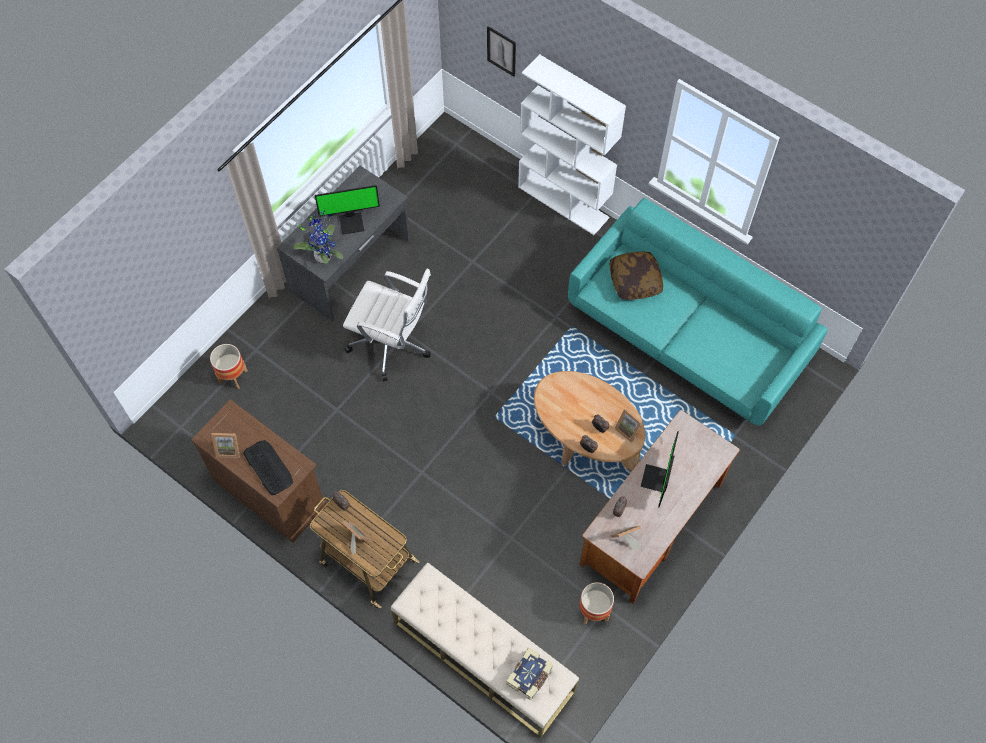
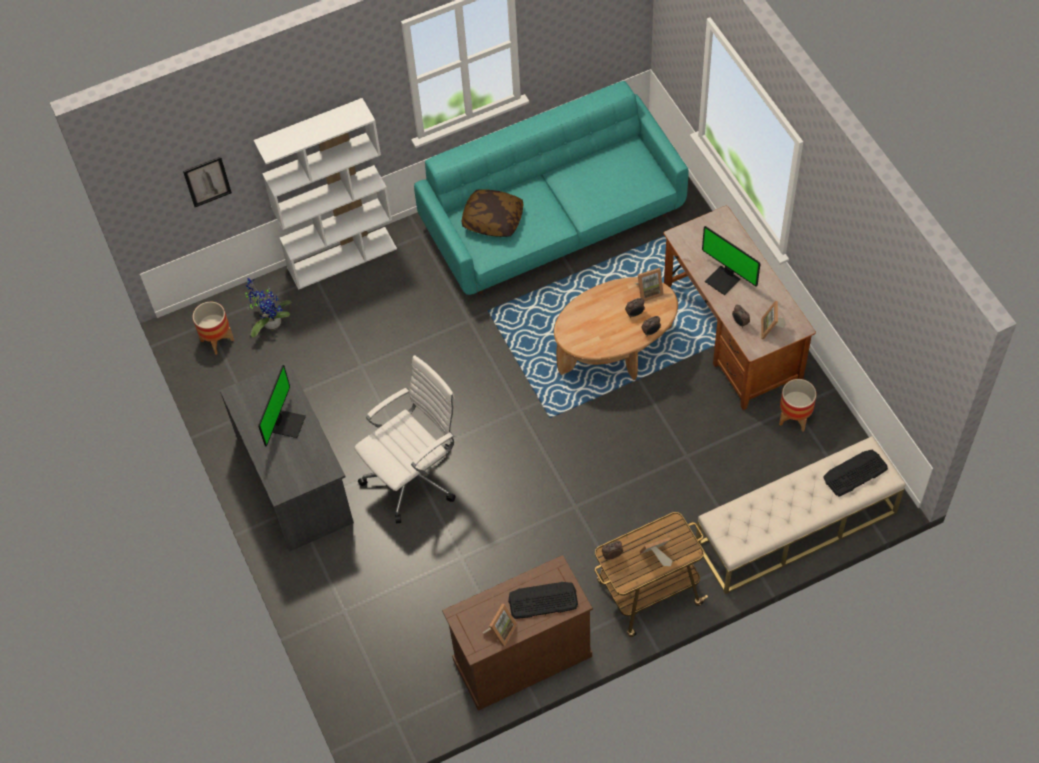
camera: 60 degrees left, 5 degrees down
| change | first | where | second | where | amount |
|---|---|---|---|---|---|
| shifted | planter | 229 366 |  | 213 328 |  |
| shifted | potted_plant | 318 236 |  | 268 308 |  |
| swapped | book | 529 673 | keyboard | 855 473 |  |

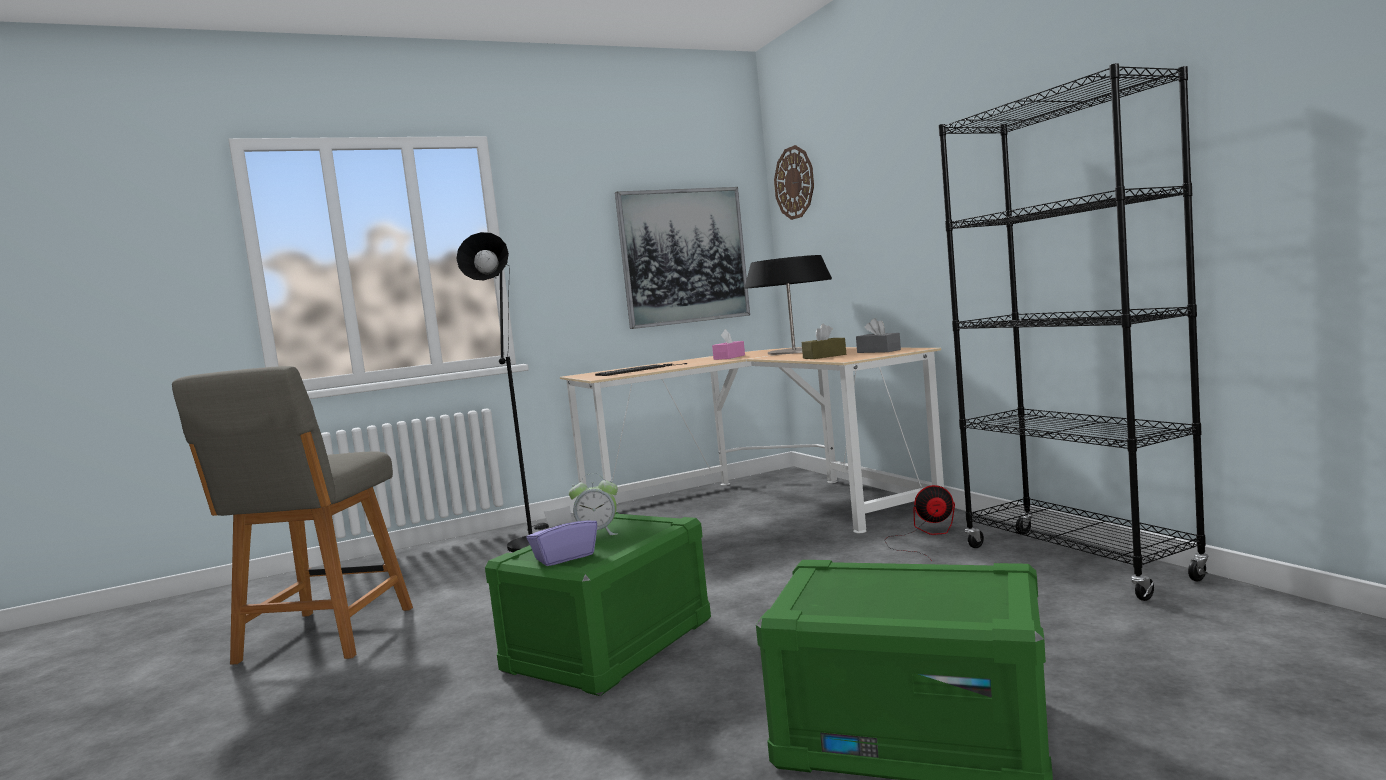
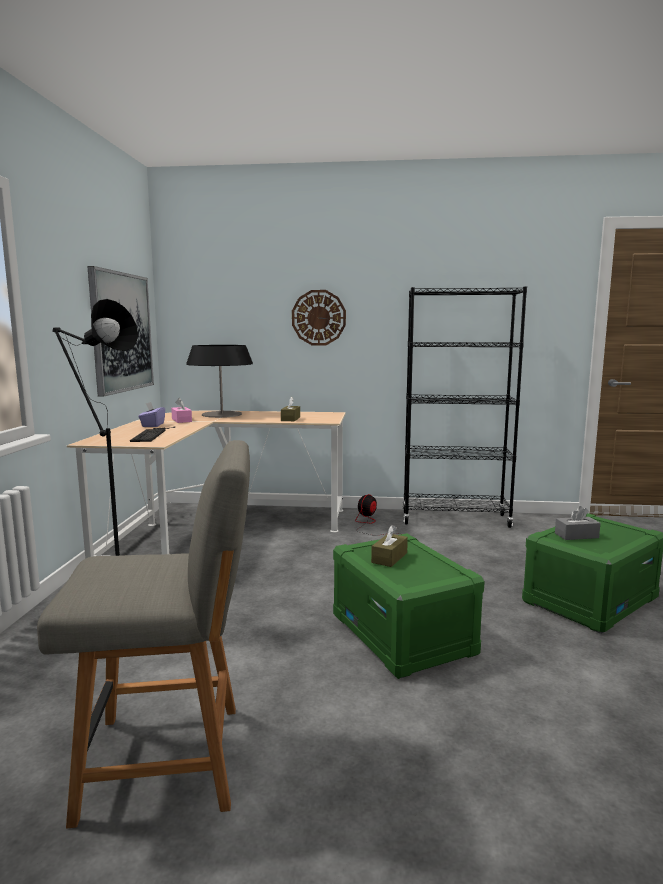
camera: 60 degrees left, 5 degrees up
| change | first | where | second | where | amount |
|---|---|---|---|---|---|
| rotated | grey_chair | 292 515 |  | 143 634 | 45 degrees counterclockwise |
| shifted | purple_tissue_box | 562 536 |  | 152 414 |  |
| shifted | wall_clock | 794 182 |  | 319 317 |  |
| swapped | alarm_clock | 593 504 | brown_tissue_box | 389 546 |  |
| shifted | grey_tissue_box | 878 335 |  | 578 523 |  |

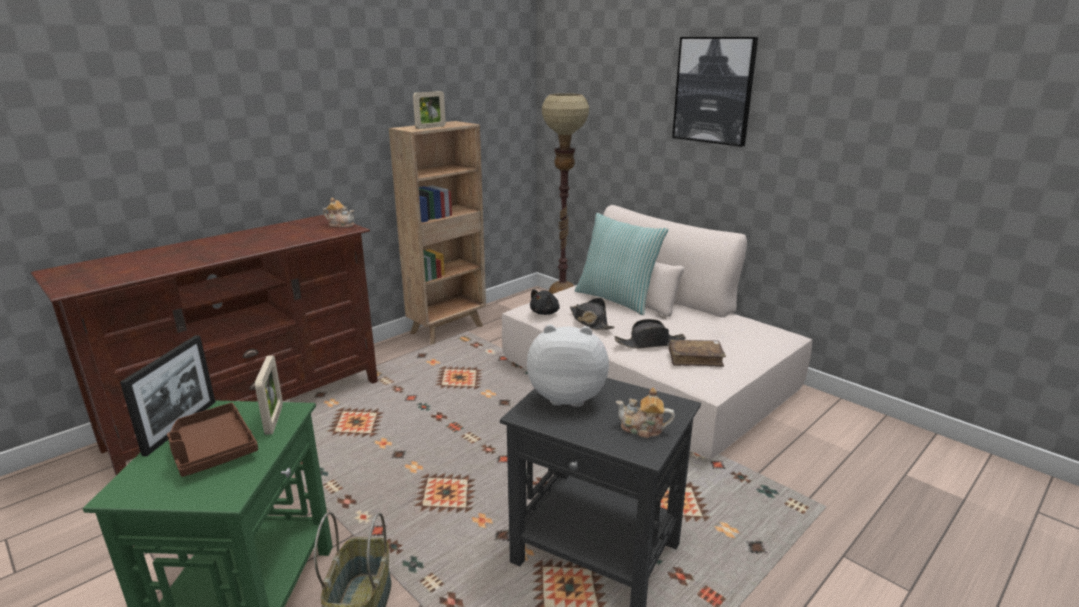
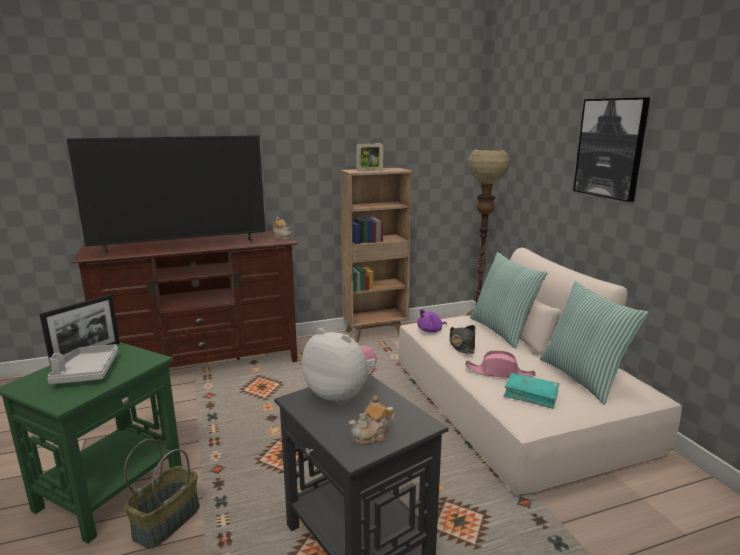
camera: 25 degrees right, 5 degrees down
| change | first | where | second | where | amount |
|---|---|---|---|---|---|
| repainted | brown_tray | 212 440 | grey_tray | 82 364 |  |
| new |  |  | television | 166 196 |  |
| rotated | teapot | 645 413 |  | 372 420 | 75 degrees counterclockwise |
| repainted | black_plush_toy | 545 302 | purple_plush_toy | 432 321 |  |
| repainted | black_hat | 650 334 | pink_hat | 500 364 |  |
| repainted | brown_book | 697 353 | turquoise_book | 531 391 |  |
| new |  |  | pillow | 594 342 |  |
| gone | picture_frame | 269 395 |  |  |  |

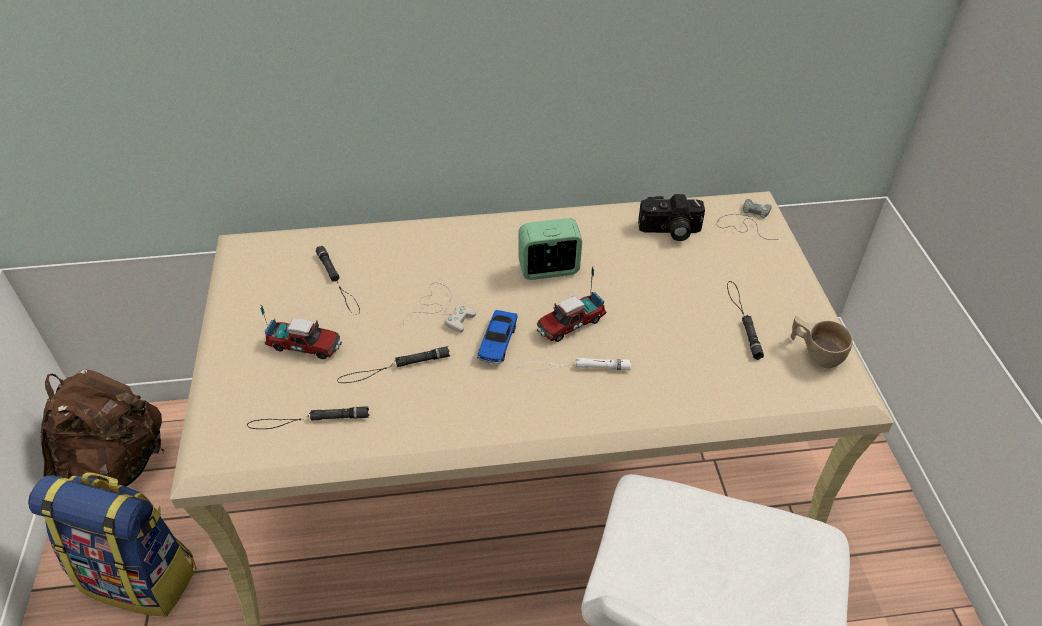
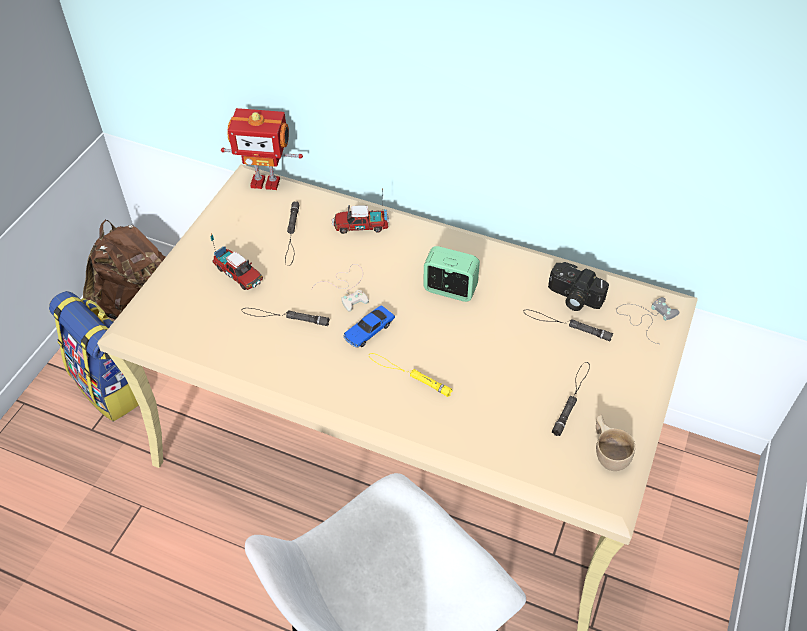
camera: 30 degrees right, 5 degrees up
| change | first | where | second | where | amount |
|---|---|---|---|---|---|
| new |  |  | toy_robot | 262 149 |  |
| shifted | toy_truck | 572 304 |  | 360 211 |  |
| repainted | white_flashlight | 573 364 | yellow_flashlight | 411 375 |  |
| shifted | black_flashlight | 308 417 |  | 568 325 |  |

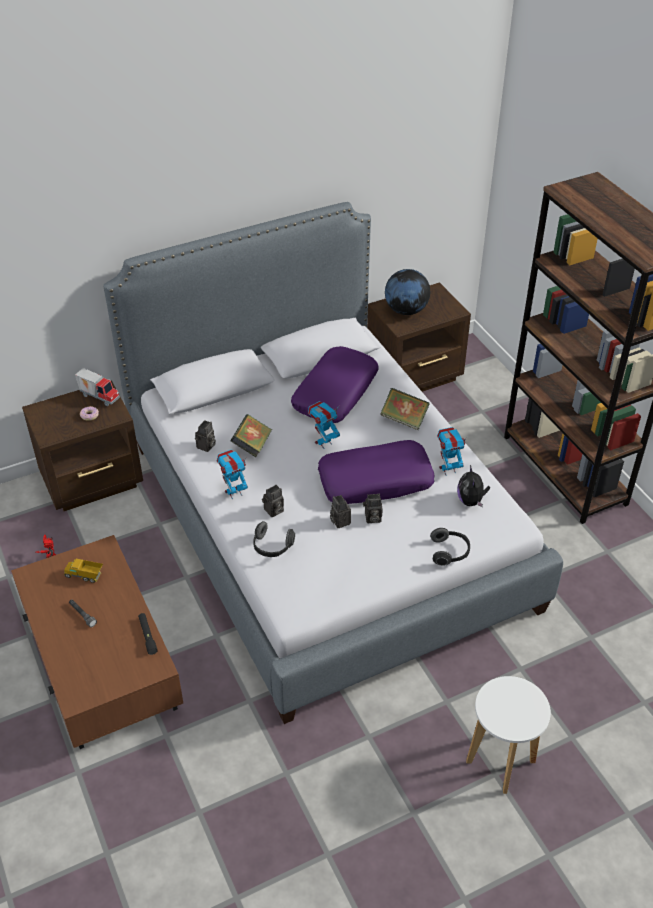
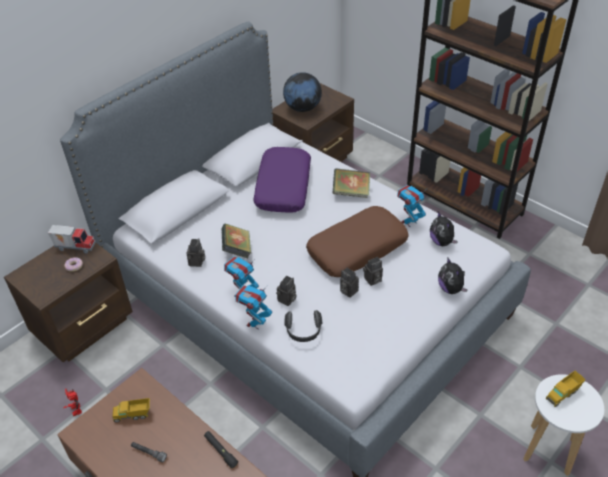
camera: 20 degrees left, 0 degrees up
| change | first | where | second | where | amount |
|---|---|---|---|---|---|
| shifted | toy_robot | 324 425 |  | 253 307 |  |
| repainted | purple_pillow | 376 472 | brown_pillow | 357 241 |  |
| swapped | headphones | 450 547 | plush_toy | 453 275 |  |
| new |  |  | toy_truck | 566 389 |  |

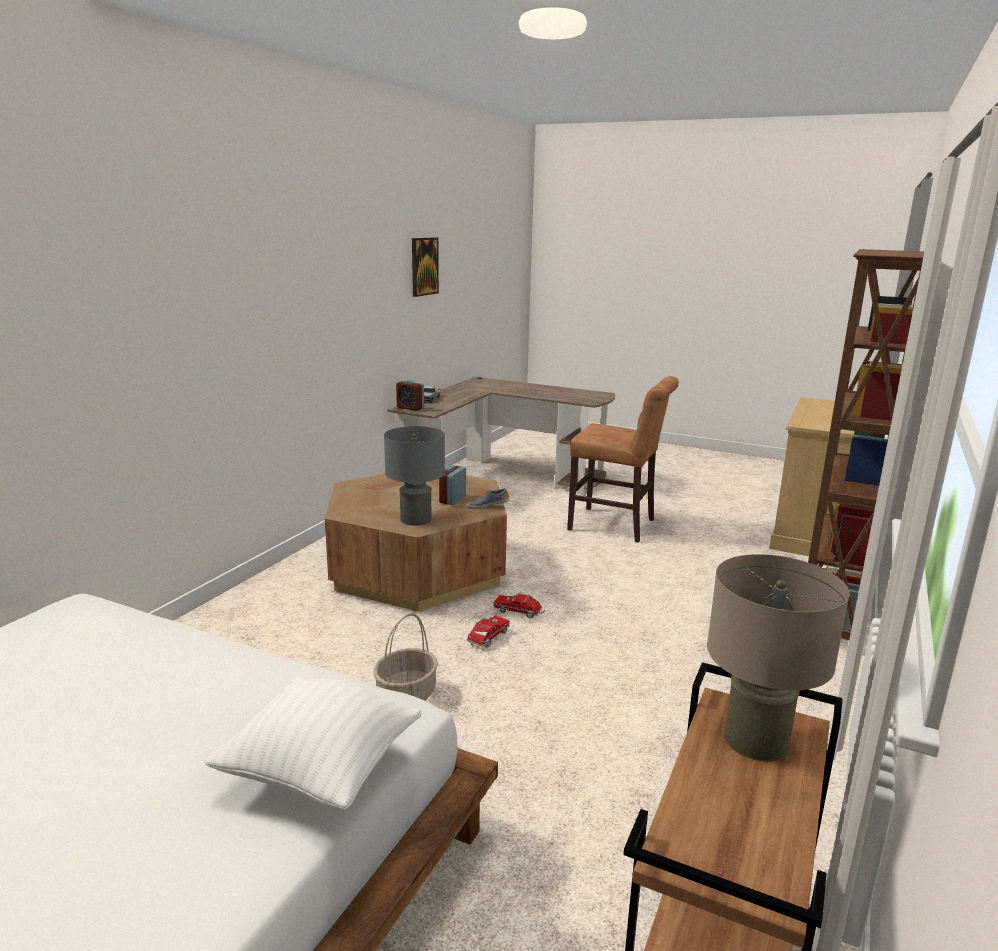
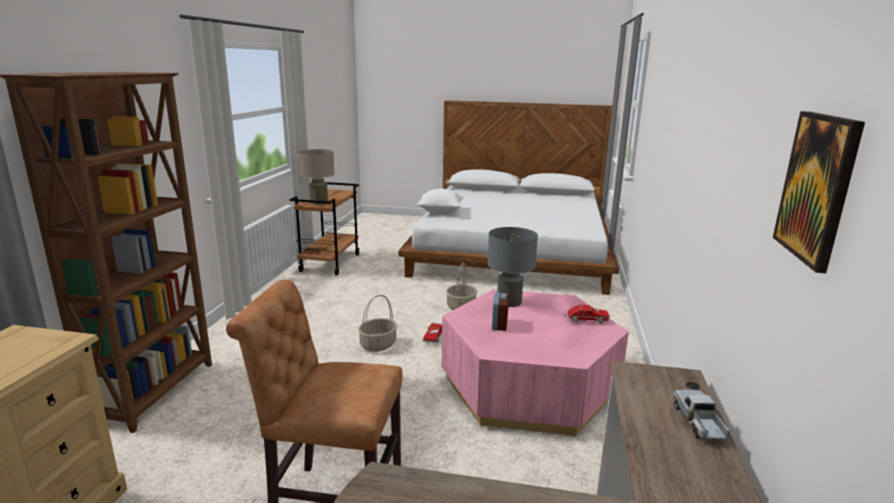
camera: 165 degrees right, 0 degrees up
| change | first | where | second | where | amount |
|---|---|---|---|---|---|
| new |  |  | basket | 377 323 |  |
| repainted | brown_coffee_table | 416 542 | pink_coffee_table | 535 362 |  |
| shifted | toy_truck | 519 605 |  | 587 314 |  |
| gone | alarm_clock | 410 395 |  |  |  |
| gone | shoe | 487 498 |  |  |  |

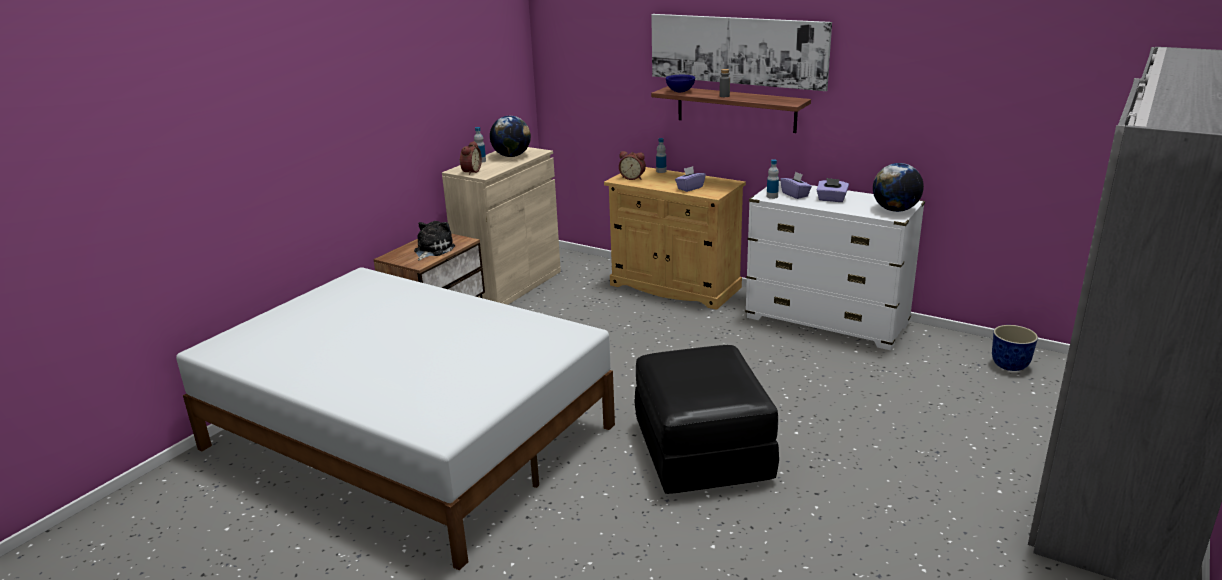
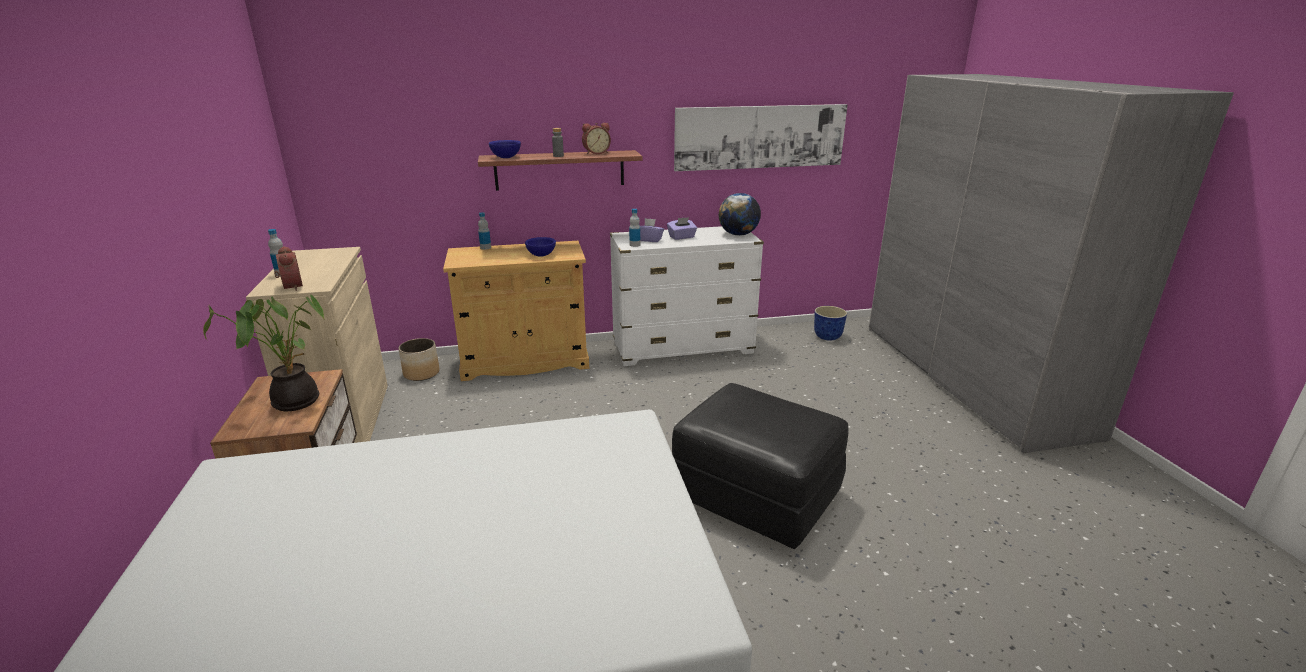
camera: 45 degrees left, 0 degrees up
| change | first | where | second | where | amount |
|---|---|---|---|---|---|
| swapped | plush_toy | 434 240 | potted_plant | 264 353 |  |
| new |  |  | planter | 419 359 |  |
| swapped | purple_tissue_box | 690 179 | blue_bowl | 540 247 |  |
| shifted | alarm_clock | 632 165 |  | 596 138 |  |
| shifted | picture | 741 52 |  | 761 137 |  |
| gone | globe | 510 136 |  |  |  |

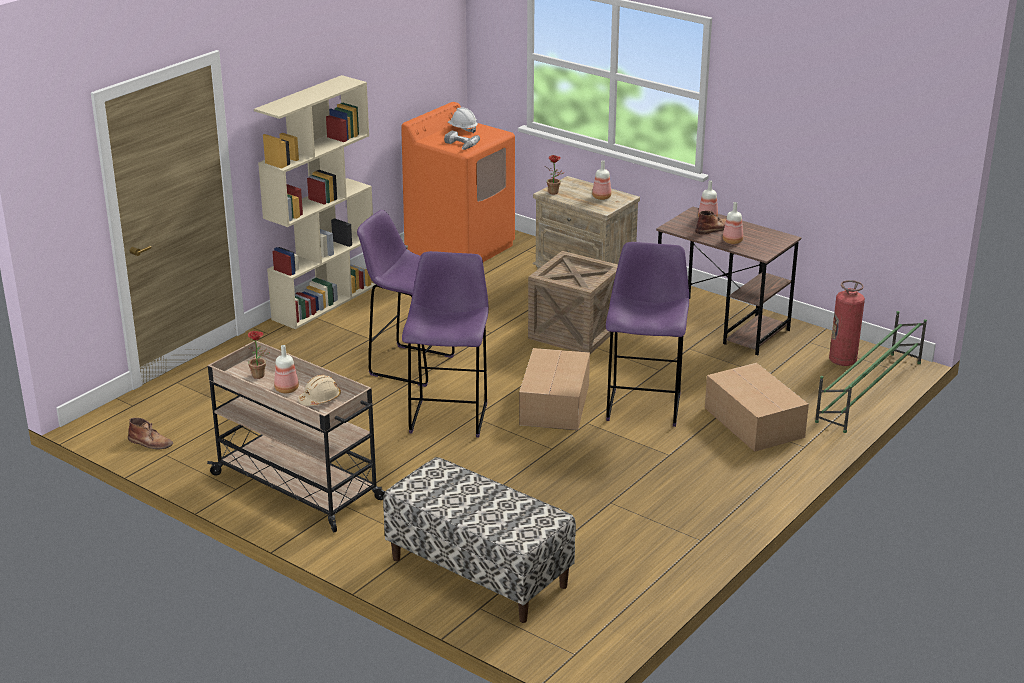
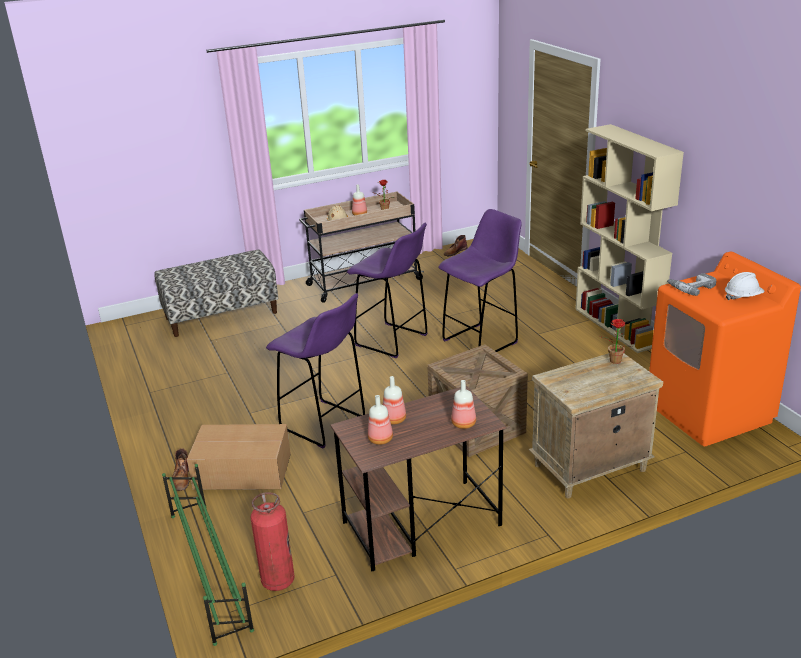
camera: 120 degrees right, 0 degrees up
| change | first | where | second | where | amount |
|---|---|---|---|---|---|
| shifted | brown_boot | 710 222 |  | 181 469 |  |
| shifted | bottle | 601 180 |  | 380 420 |  |
| gone | cardboard_box | 554 389 |  |  |  |

